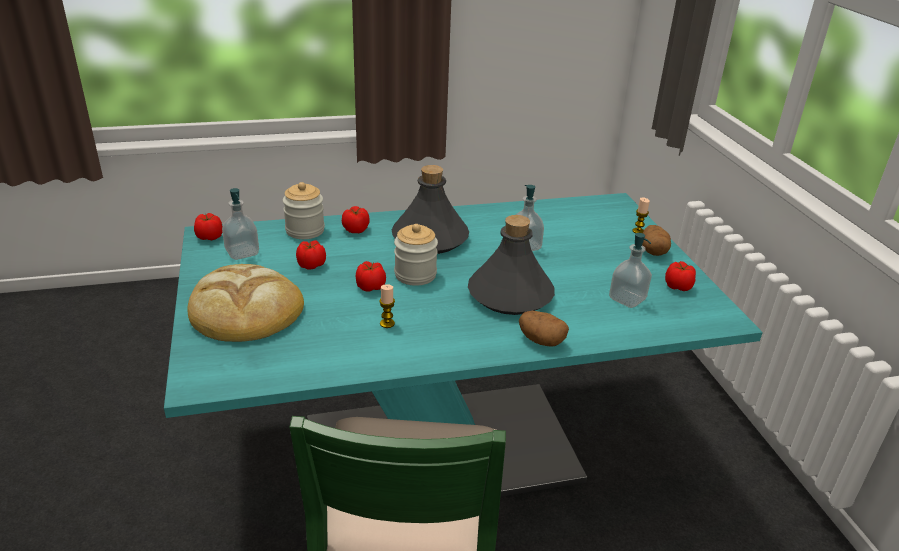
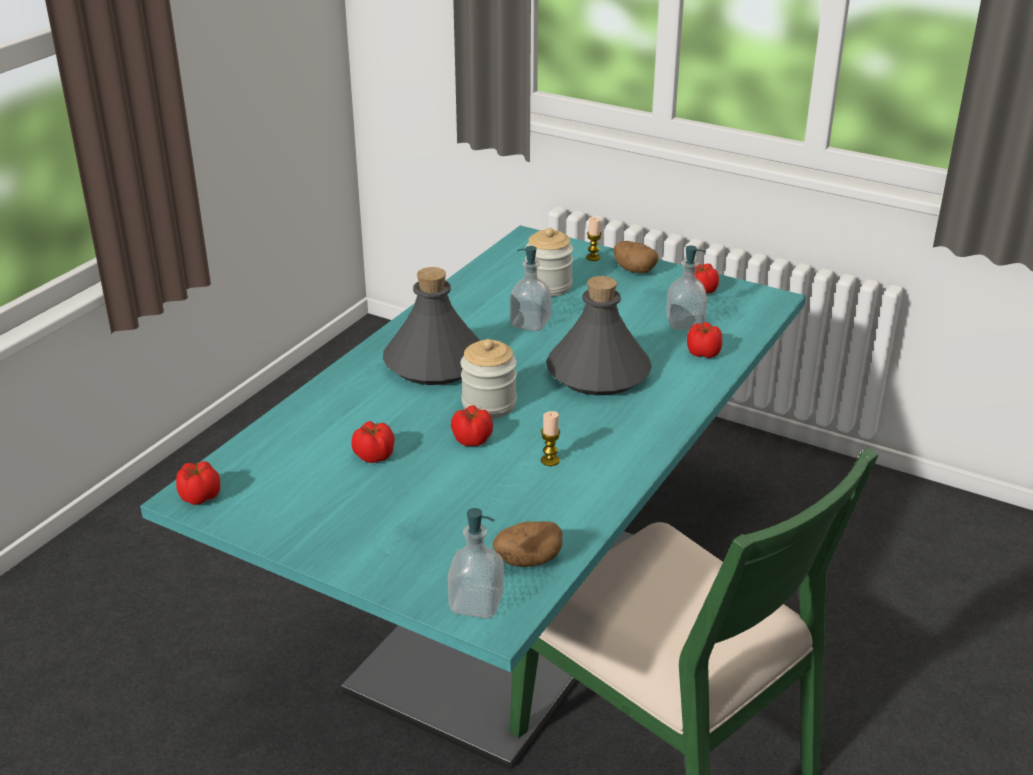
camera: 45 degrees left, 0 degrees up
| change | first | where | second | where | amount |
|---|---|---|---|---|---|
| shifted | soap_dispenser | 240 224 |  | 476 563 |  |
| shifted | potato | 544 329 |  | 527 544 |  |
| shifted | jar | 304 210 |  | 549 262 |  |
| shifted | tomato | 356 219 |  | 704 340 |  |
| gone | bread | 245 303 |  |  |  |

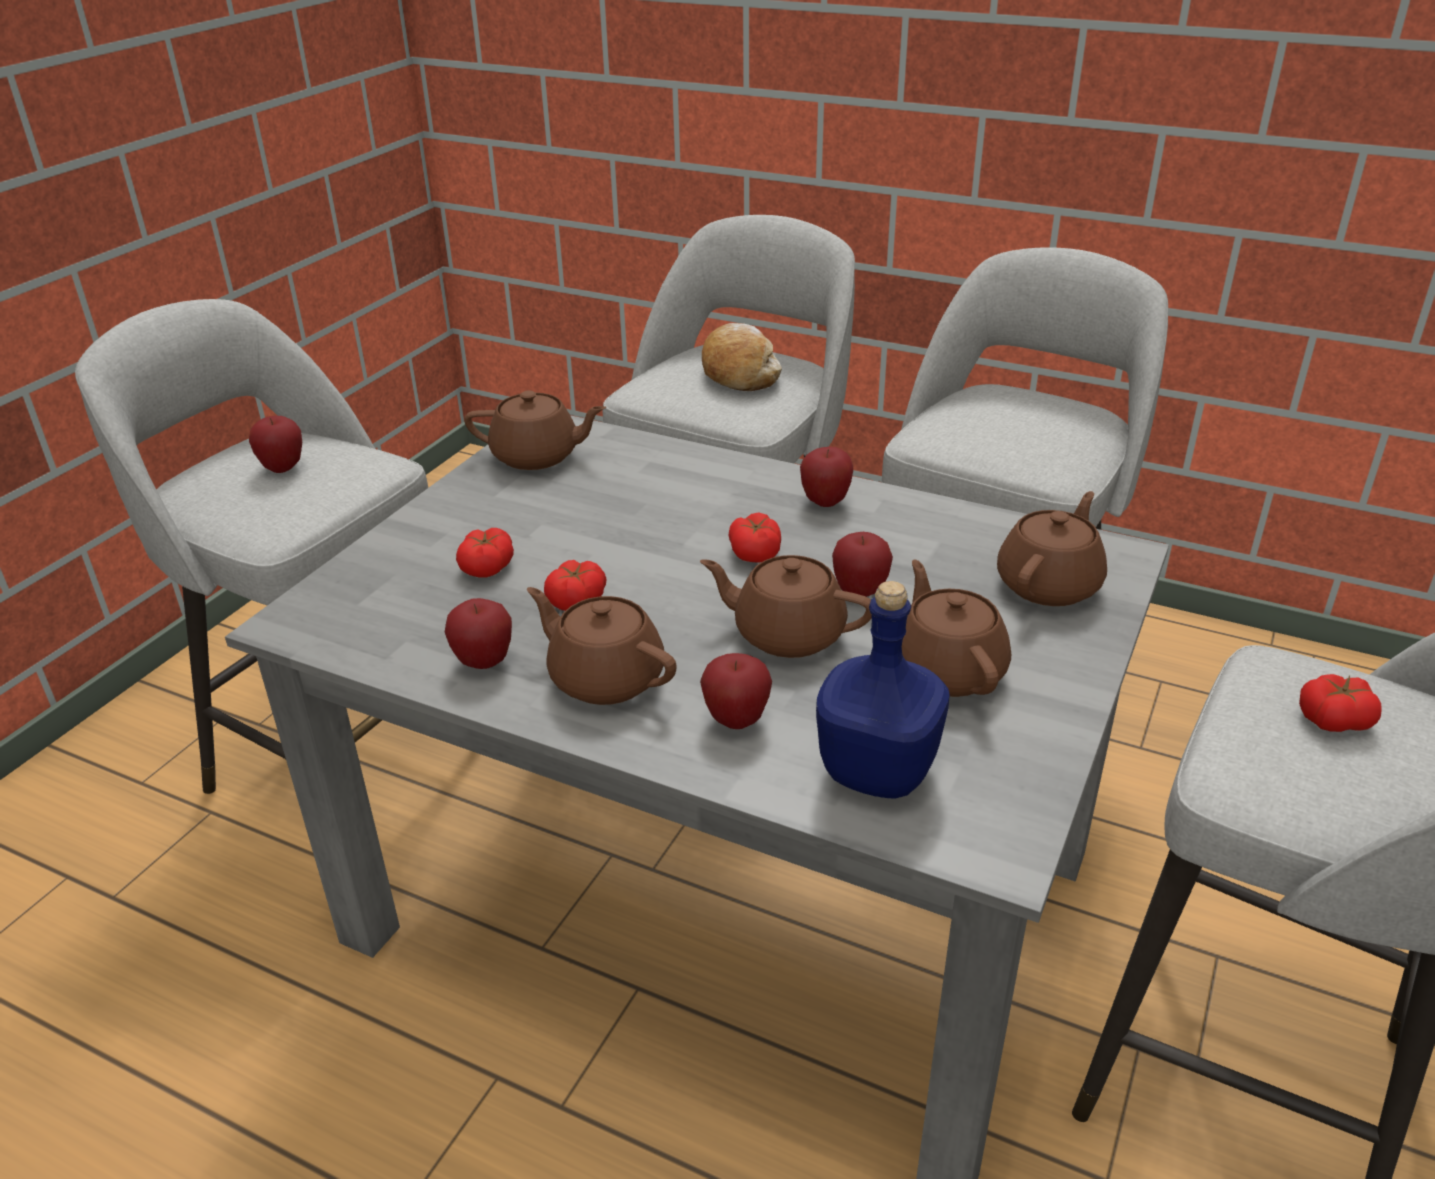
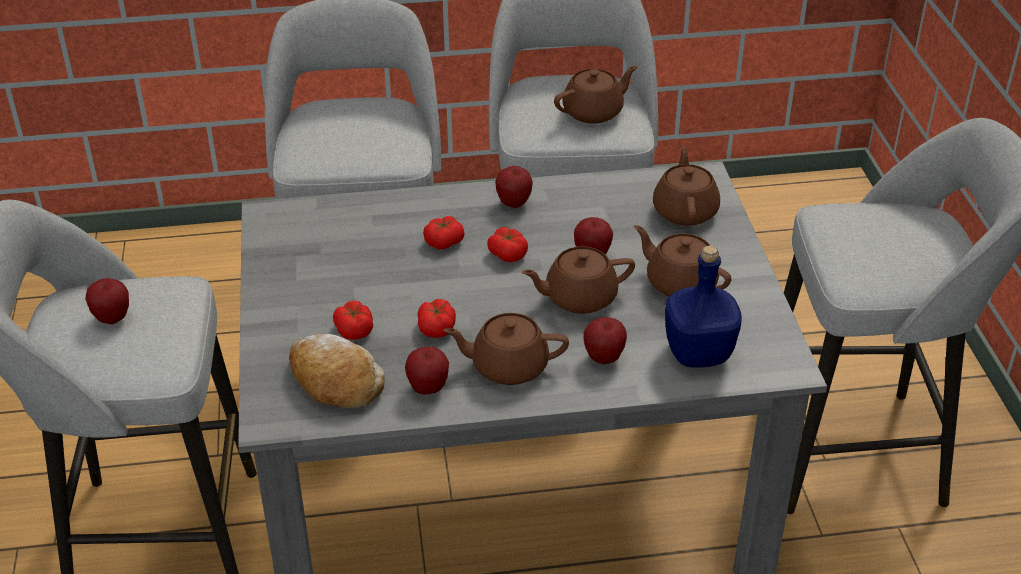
camera: 35 degrees left, 5 degrees up
| change | first | where | second | where | amount |
|---|---|---|---|---|---|
| shifted | bread | 742 357 |  | 337 371 |  |
| shifted | tomato | 1340 703 |  | 444 233 |  |
| shifted | brown_teapot | 535 430 |  | 595 95 |  |

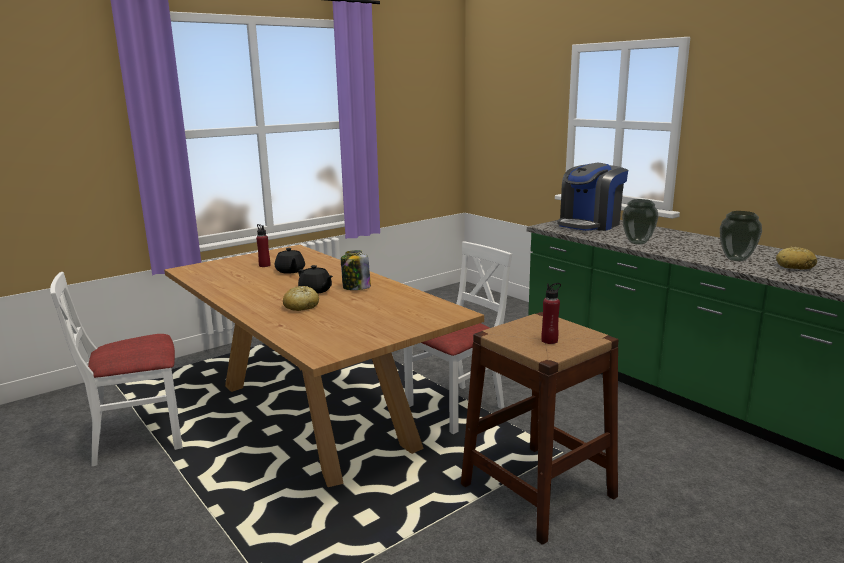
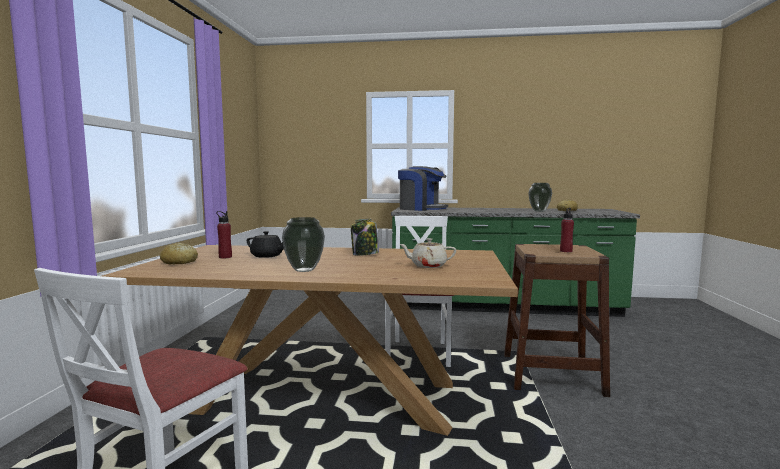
camera: 45 degrees left, 10 degrees down
| change | first | where | second | where | amount |
|---|---|---|---|---|---|
| shifted | bread | 301 298 |  | 179 253 |  |
| shifted | vase | 640 221 |  | 303 244 |  |
| rotated | coffee_machine | 592 197 |  | 423 188 | 60 degrees counterclockwise |
| new |  |  | beige_teapot | 427 253 |  |
| gone | black_teapot | 315 279 |  |  |  |

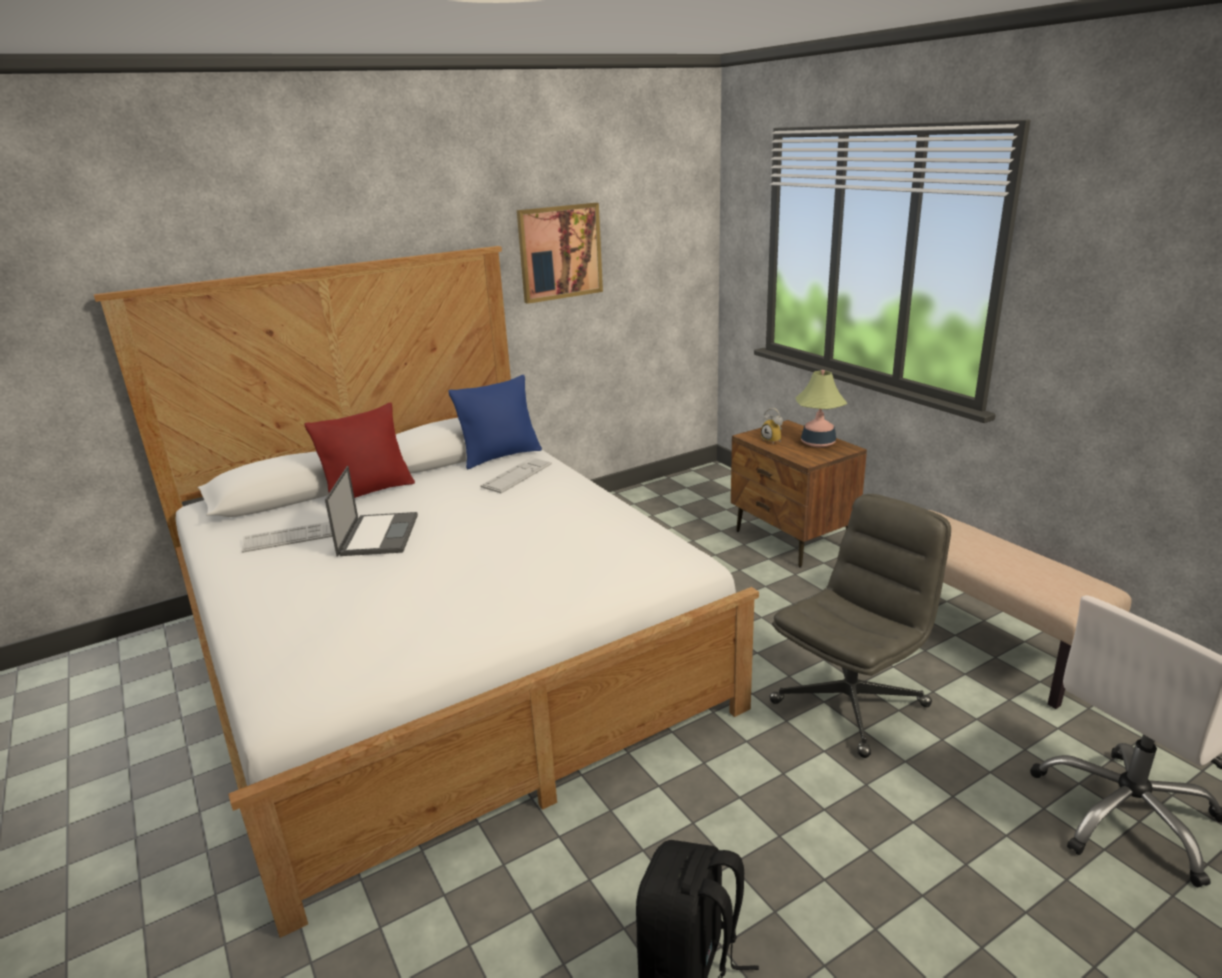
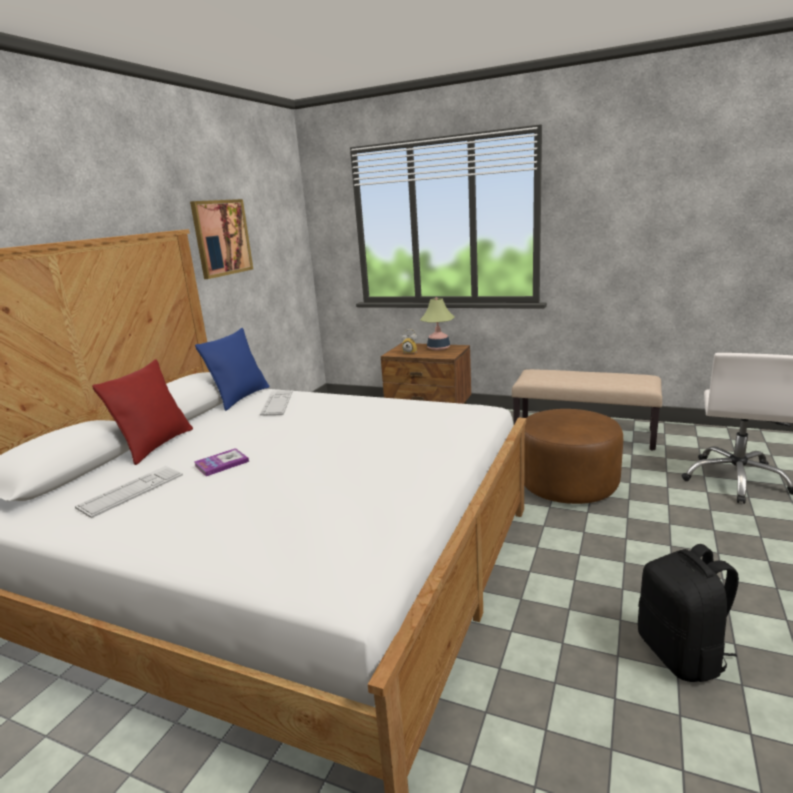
camera: 35 degrees left, 5 degrees down
| change | first | where | second | where | amount |
|---|---|---|---|---|---|
| swapped | laptop | 371 511 | book | 221 462 |  |
| swapped | grey_office_chair | 860 626 | brown_ottoman | 573 456 |  |

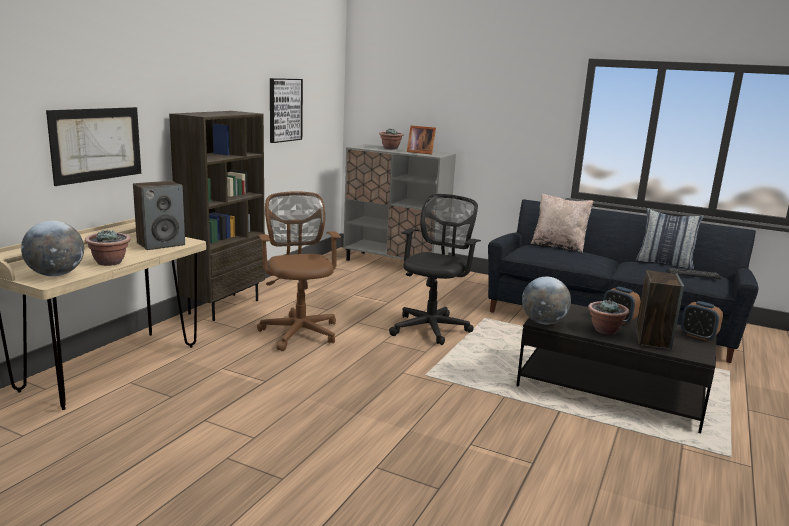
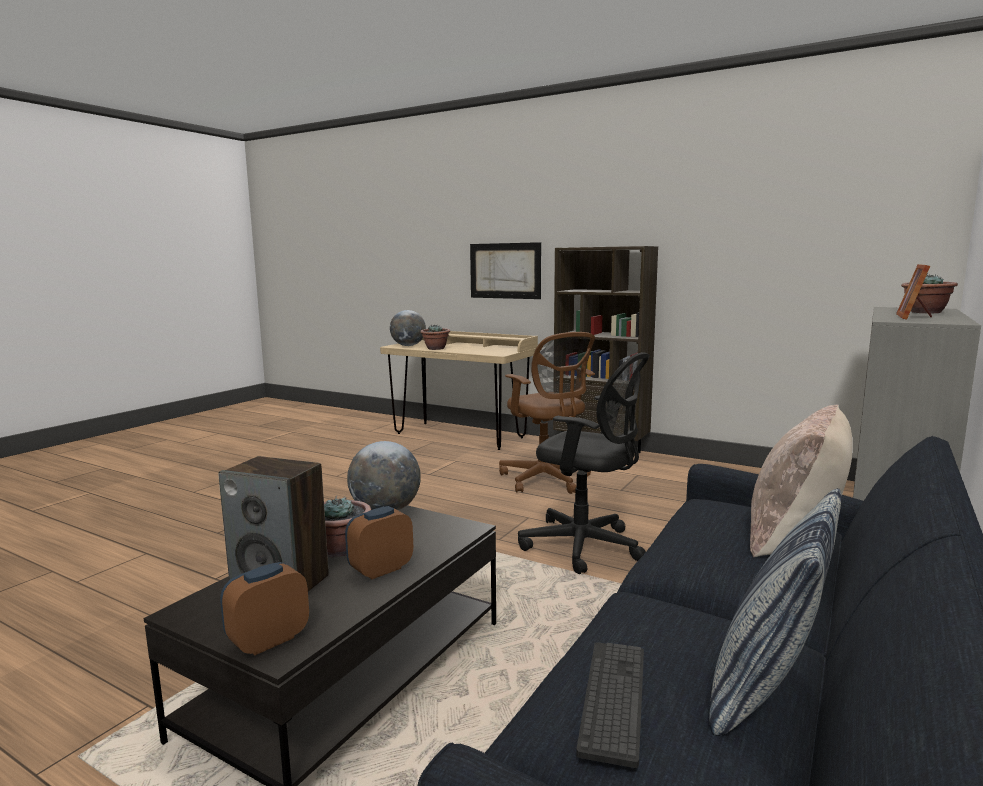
camera: 95 degrees right, 5 degrees down
| change | first | where | second | where | amount |
|---|---|---|---|---|---|
| rotated | brown_office_chair | 299 271 |  | 547 413 | 75 degrees clockwise |
| gone | speaker | 159 215 |  |  |  |
| gone | picture | 286 110 |  |  |  |

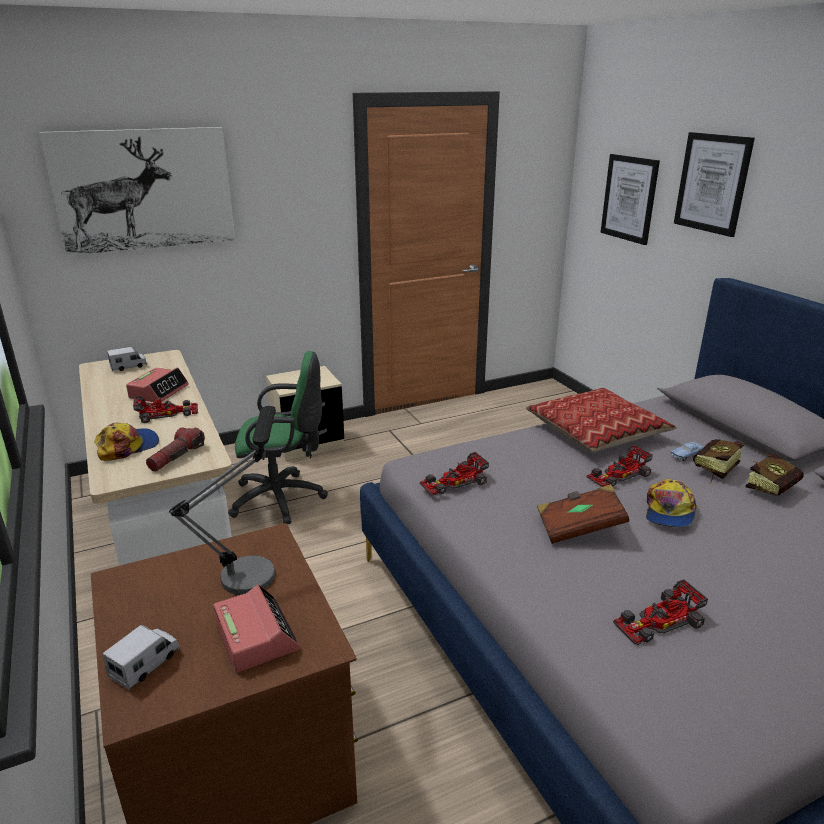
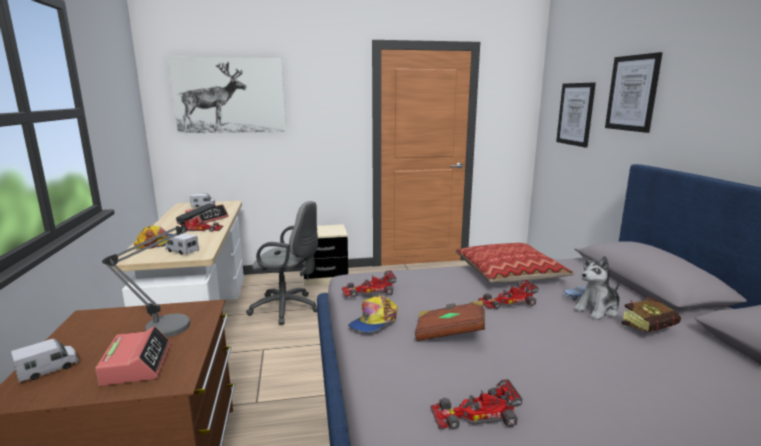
camera: 15 degrees right, 10 degrees down
| change | first | where | second | where | amount |
|---|---|---|---|---|---|
| swapped | flashlight | 175 450 | toy_truck | 182 244 |  |
| repainted | green_office_chair | 278 437 | grey_office_chair | 282 263 |  |
| shifted | cap | 671 503 |  | 373 313 |  |
| swapped | book | 718 462 | plush_toy | 596 288 |  |

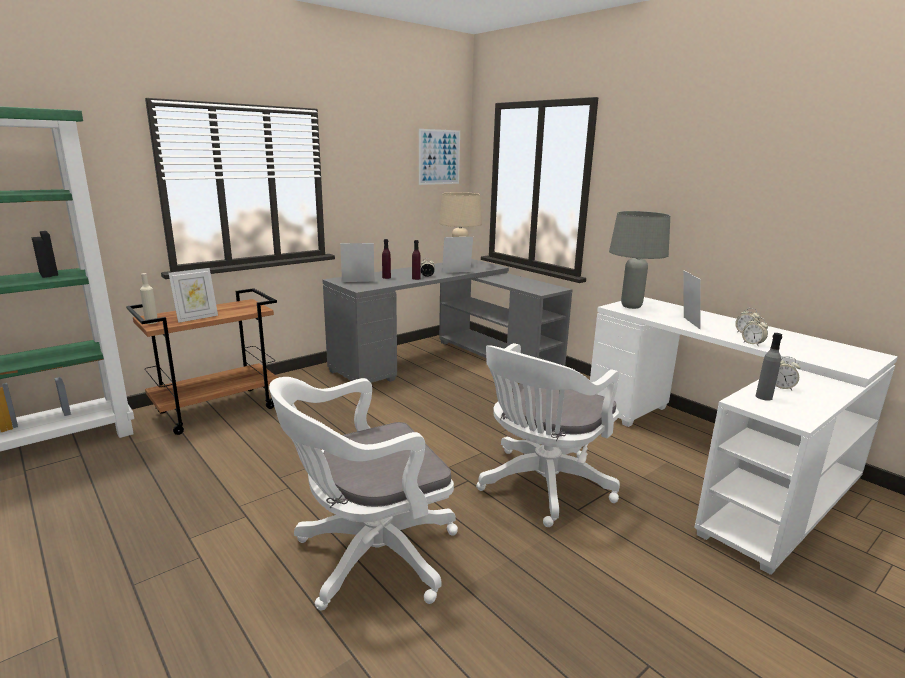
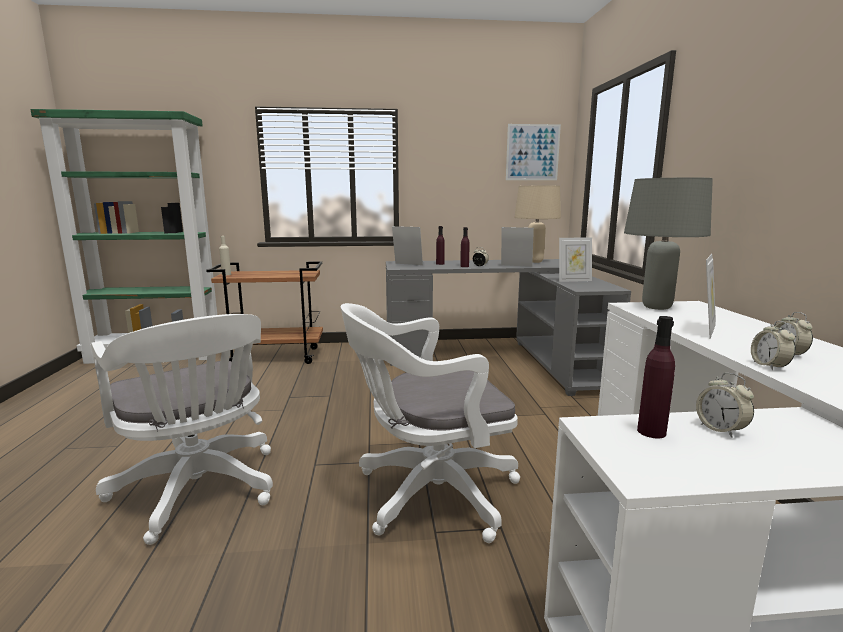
camera: 35 degrees right, 5 degrees down
| change | first | where | second | where | amount |
|---|---|---|---|---|---|
| rotated | white_office_chair | 363 493 |  | 182 429 | 135 degrees counterclockwise |
| shifted | picture_frame | 193 295 |  | 575 259 |  |
| repainted | grey_bottle | 769 367 | purple_bottle | 656 377 |  |

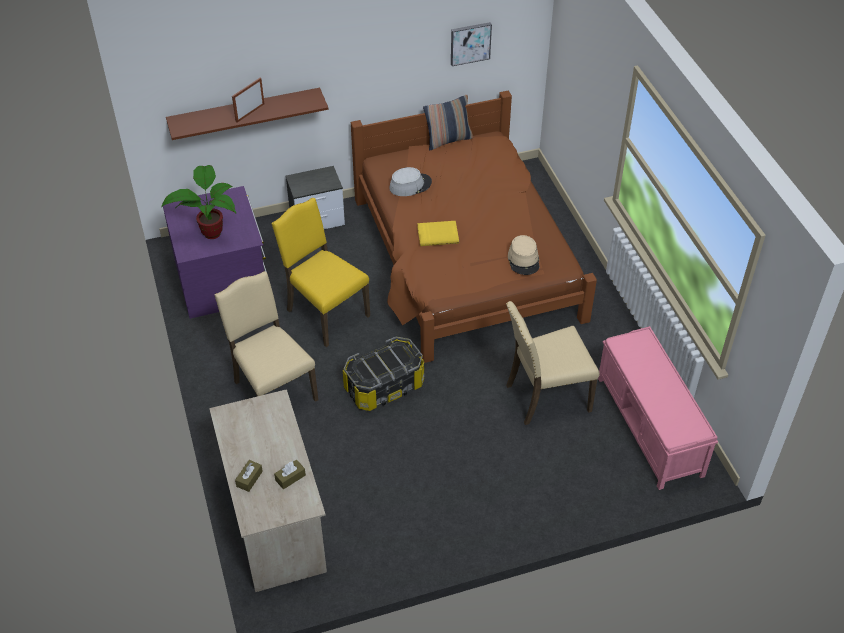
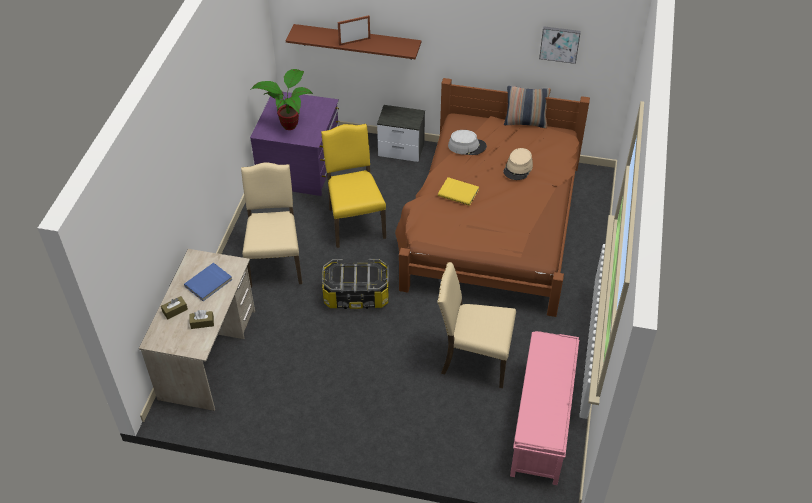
camera: 30 degrees right, 0 degrees up
| change | first | where | second | where | amount |
|---|---|---|---|---|---|
| new |  |  | blue_book | 208 282 |  |
| shifted | beige_hat | 523 255 |  | 518 164 |  |

